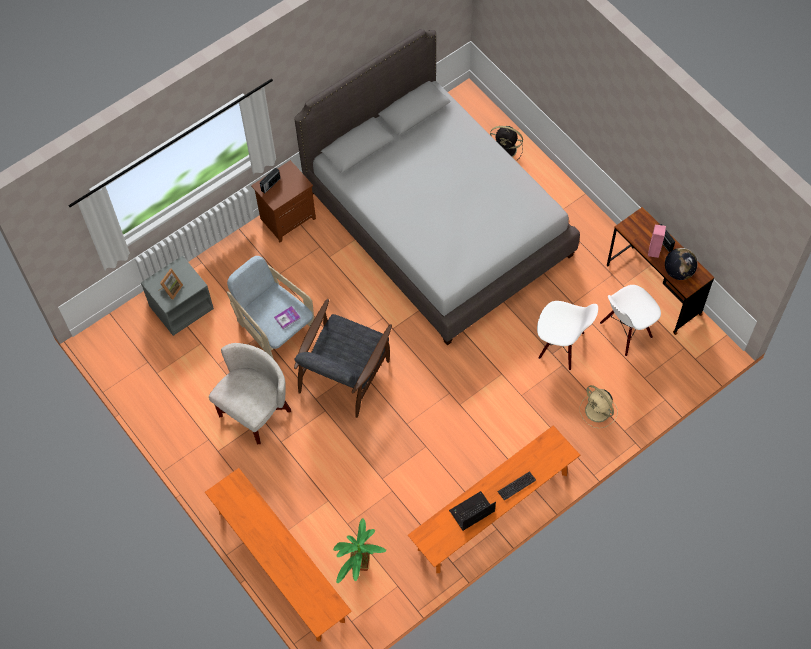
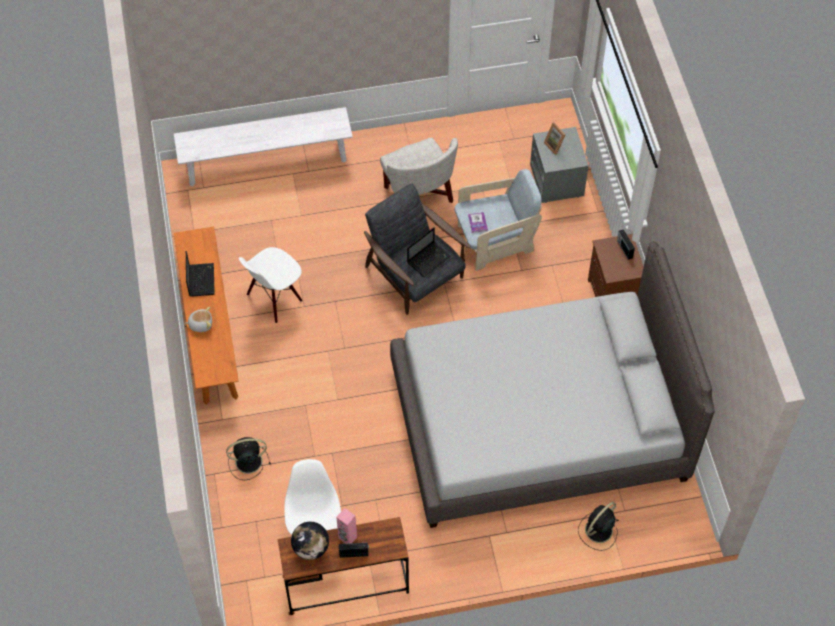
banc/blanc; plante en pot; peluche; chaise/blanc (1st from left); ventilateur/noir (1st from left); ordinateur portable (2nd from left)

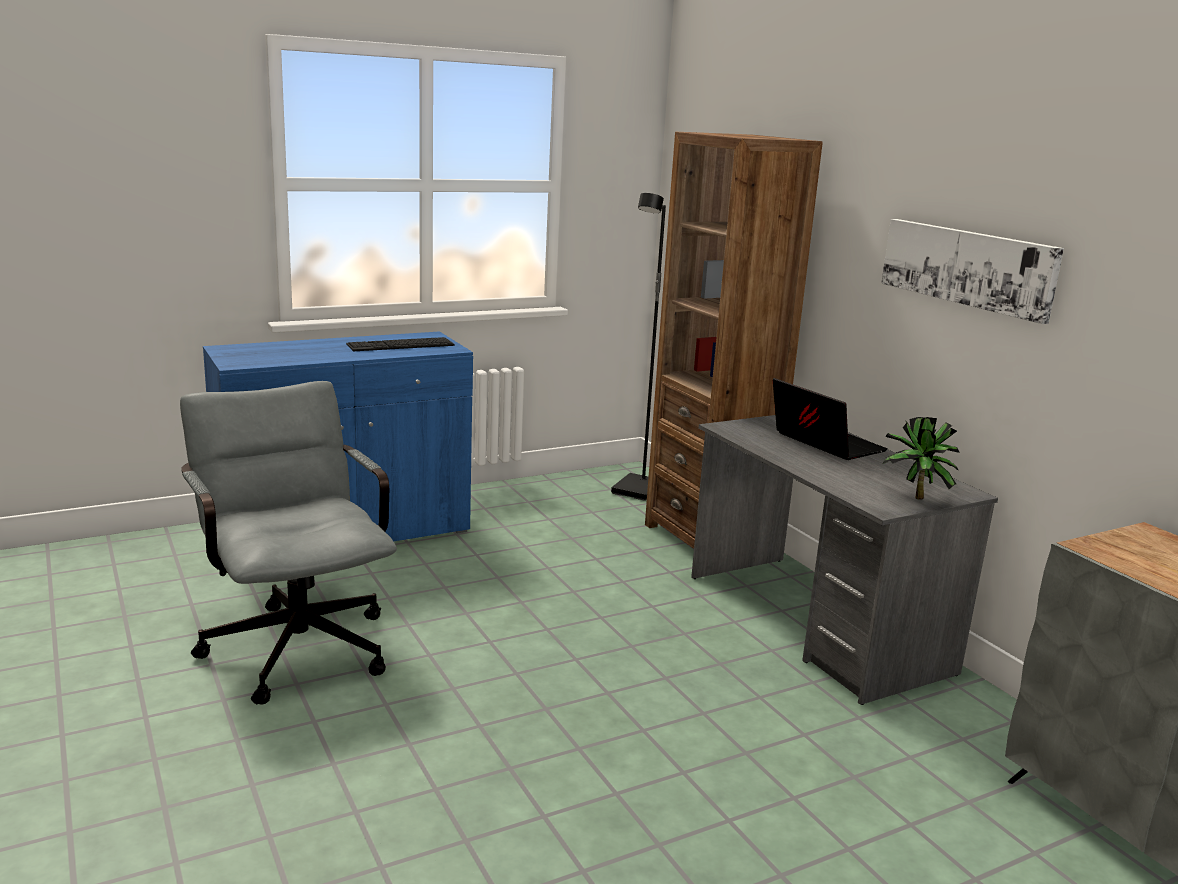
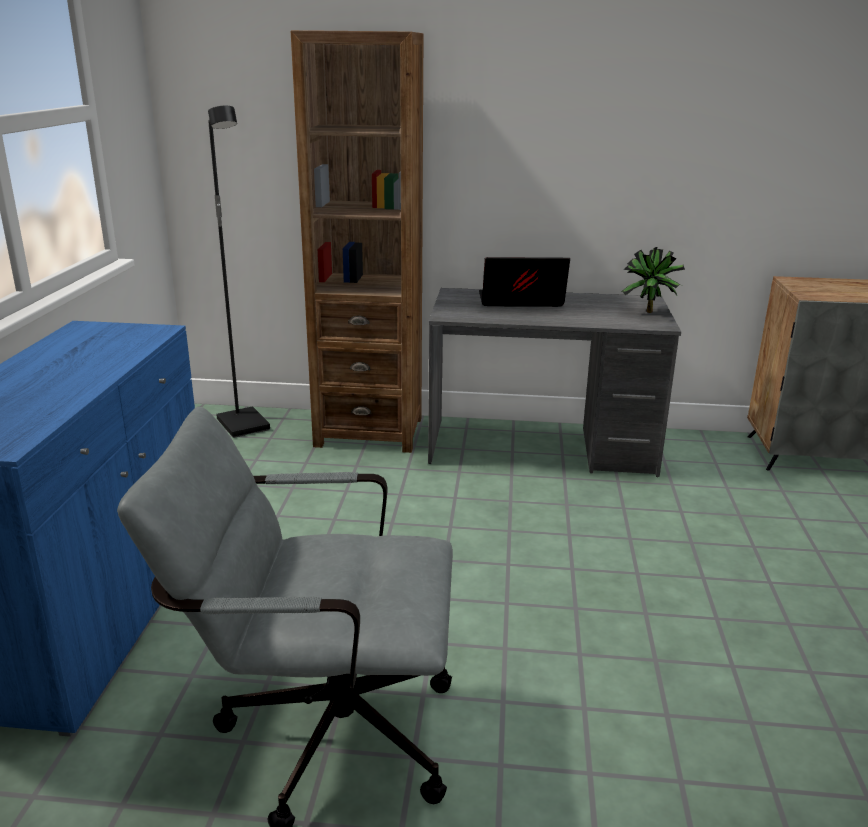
clavier; tableau

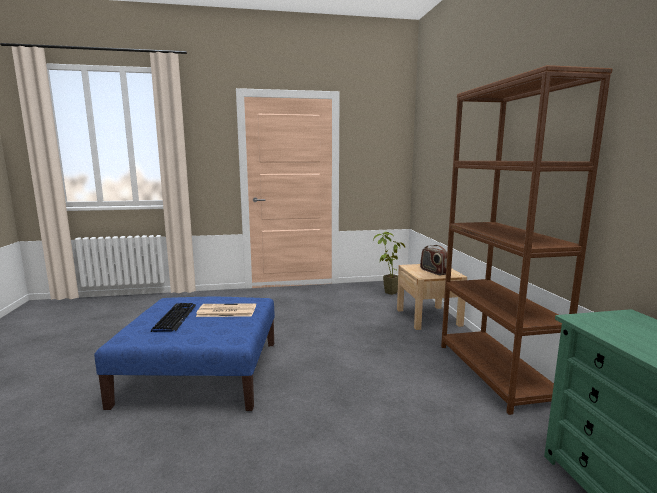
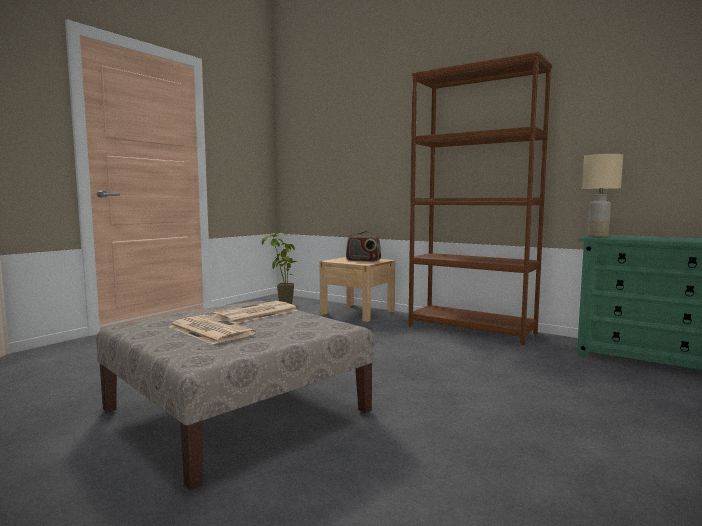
pouf/beige; journal (1st from left); lampe de table/beige

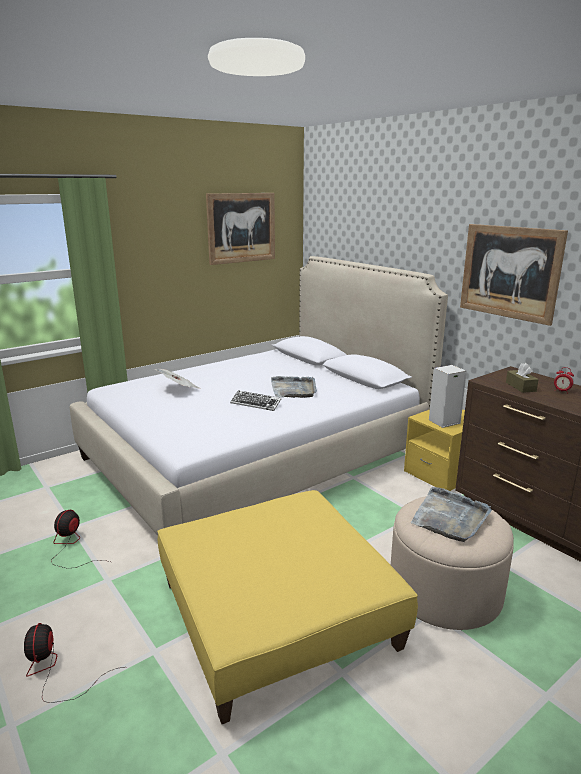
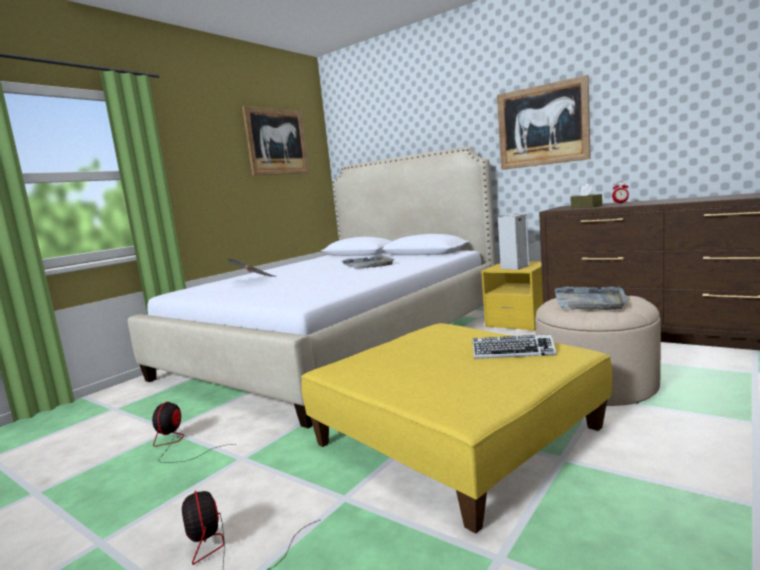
clavier

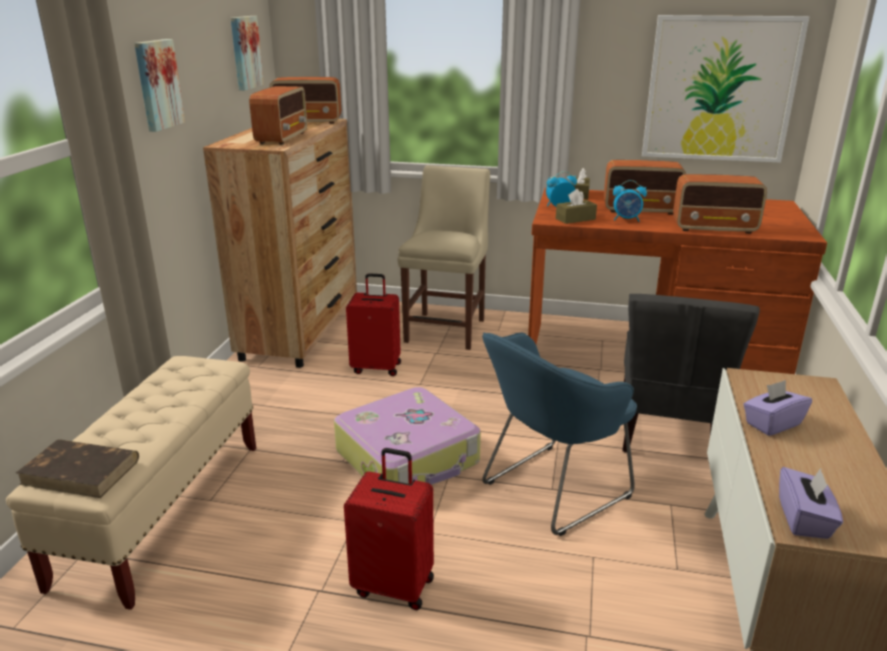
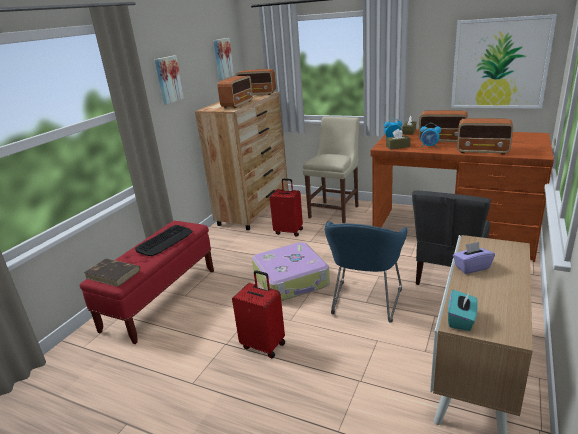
banc/rouge; fauteuil/bleu; boîte à mouchoirs/turquoise; clavier

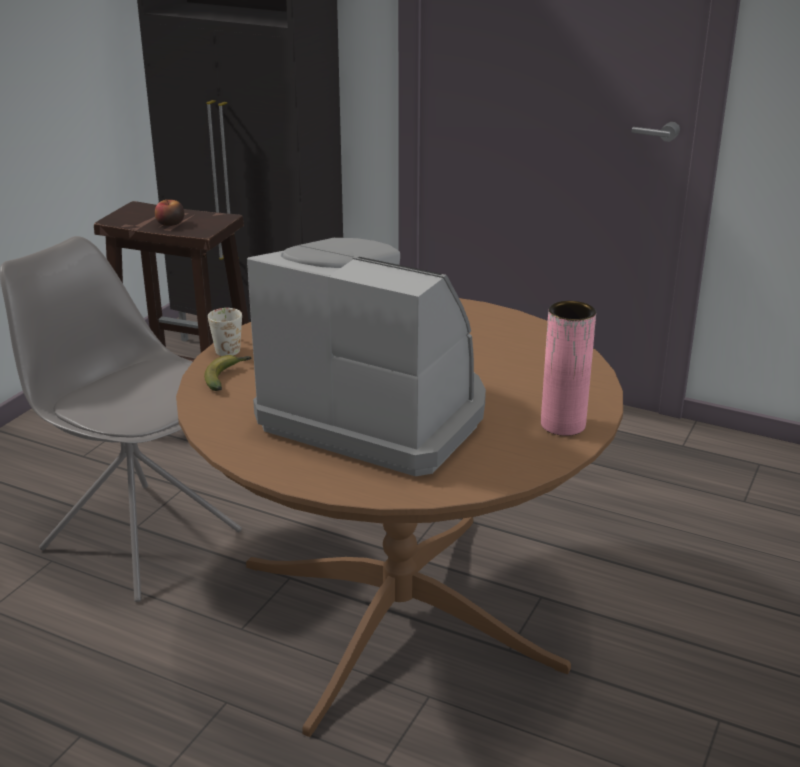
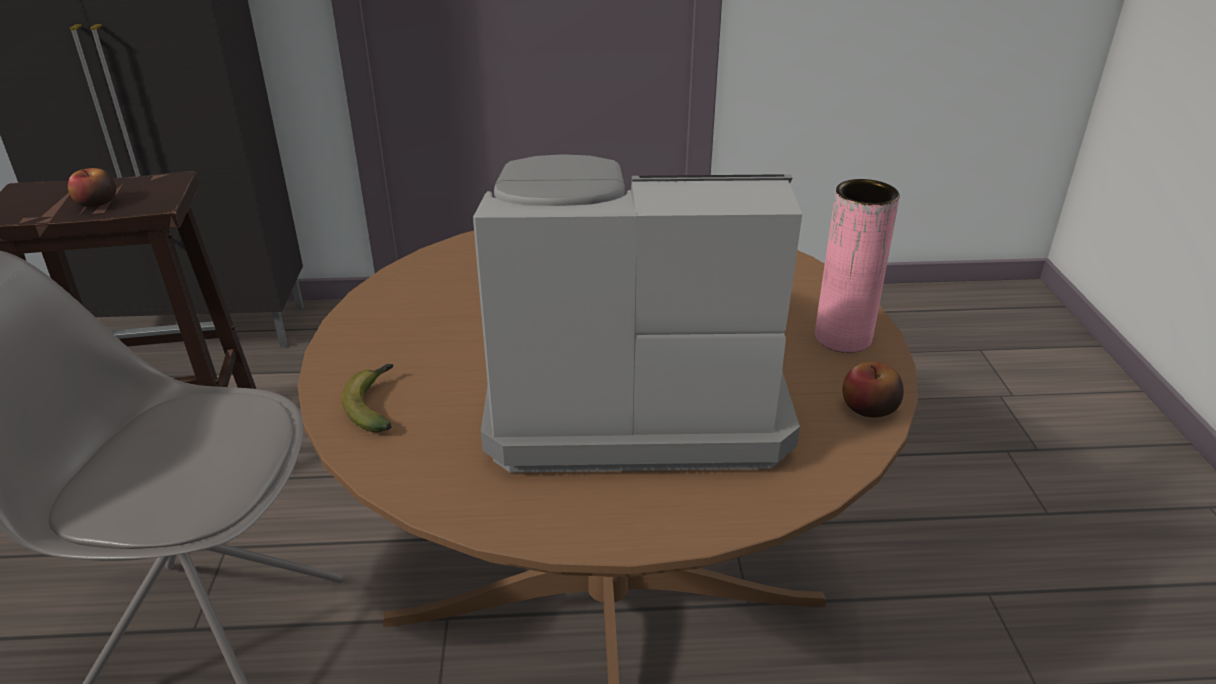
mug/blanc; pomme (2nd from left)

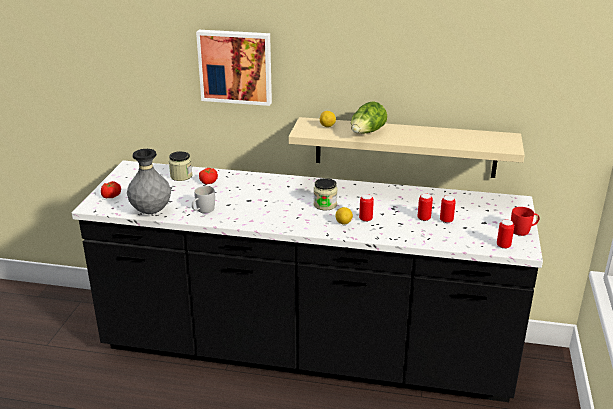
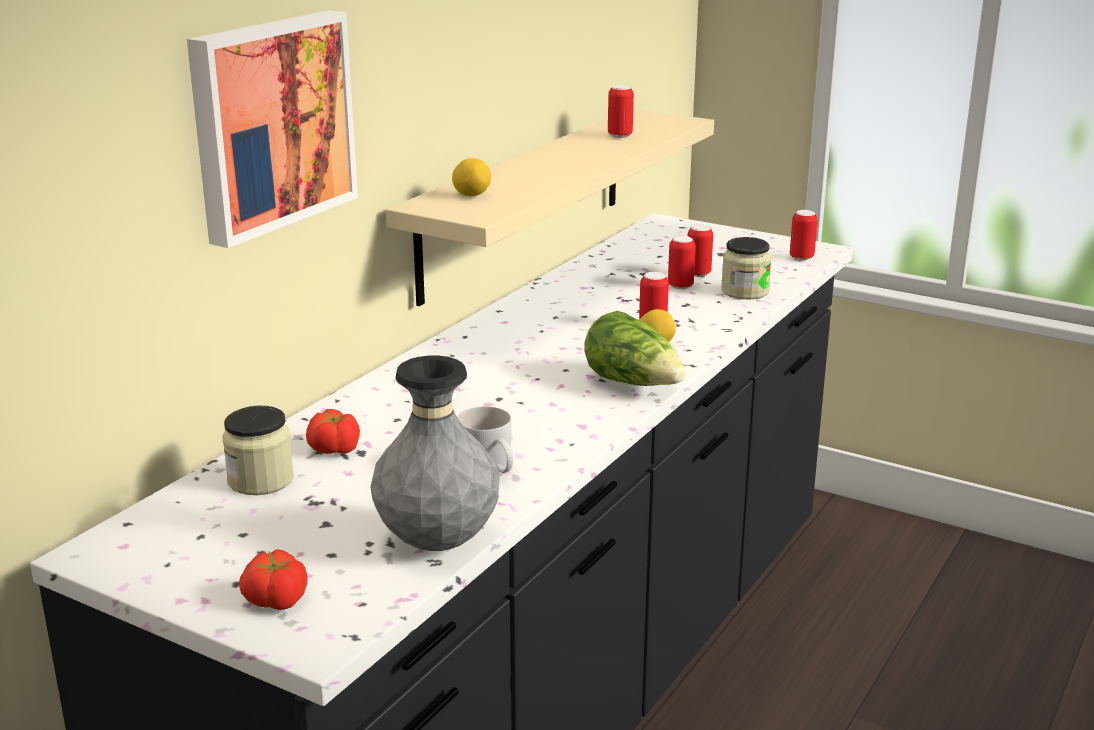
bocal (2nd from left); laitue; mug/rouge; boîte métallique (1st from left)

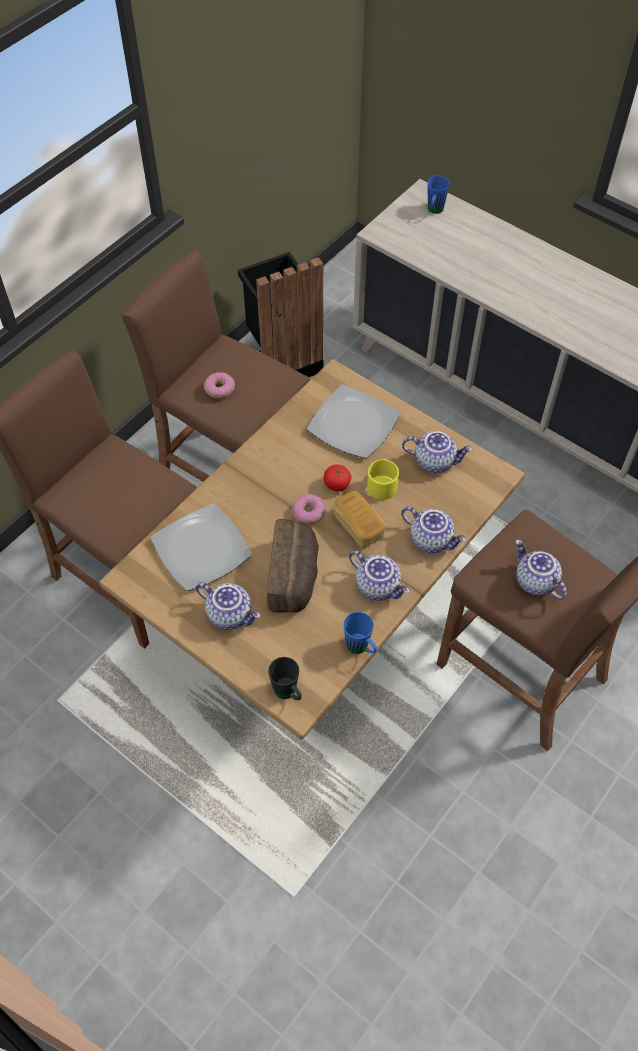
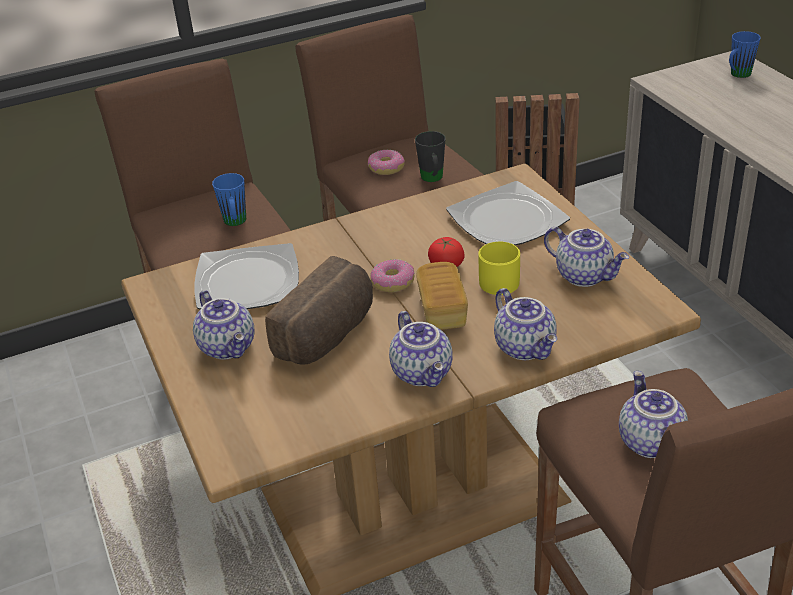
mug/noir; mug/bleu (1st from left)

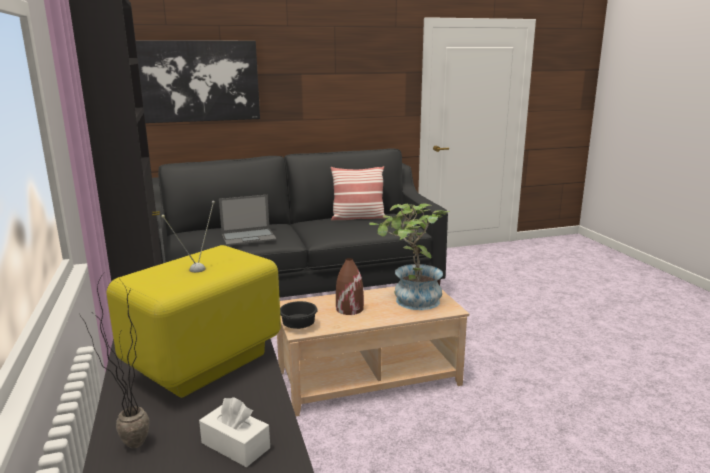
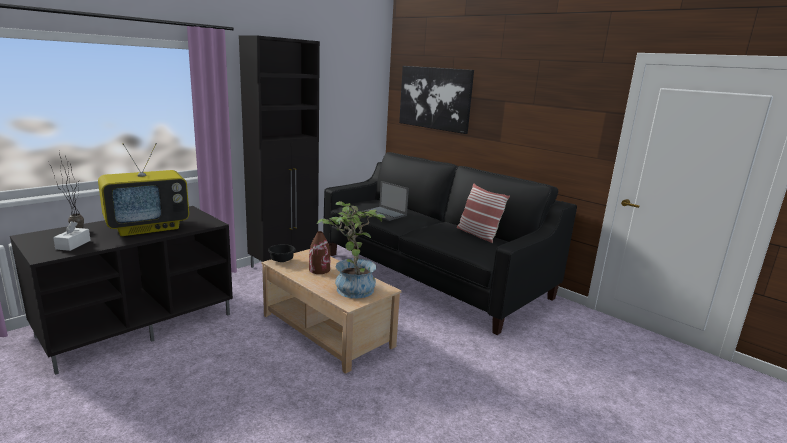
téléviseur

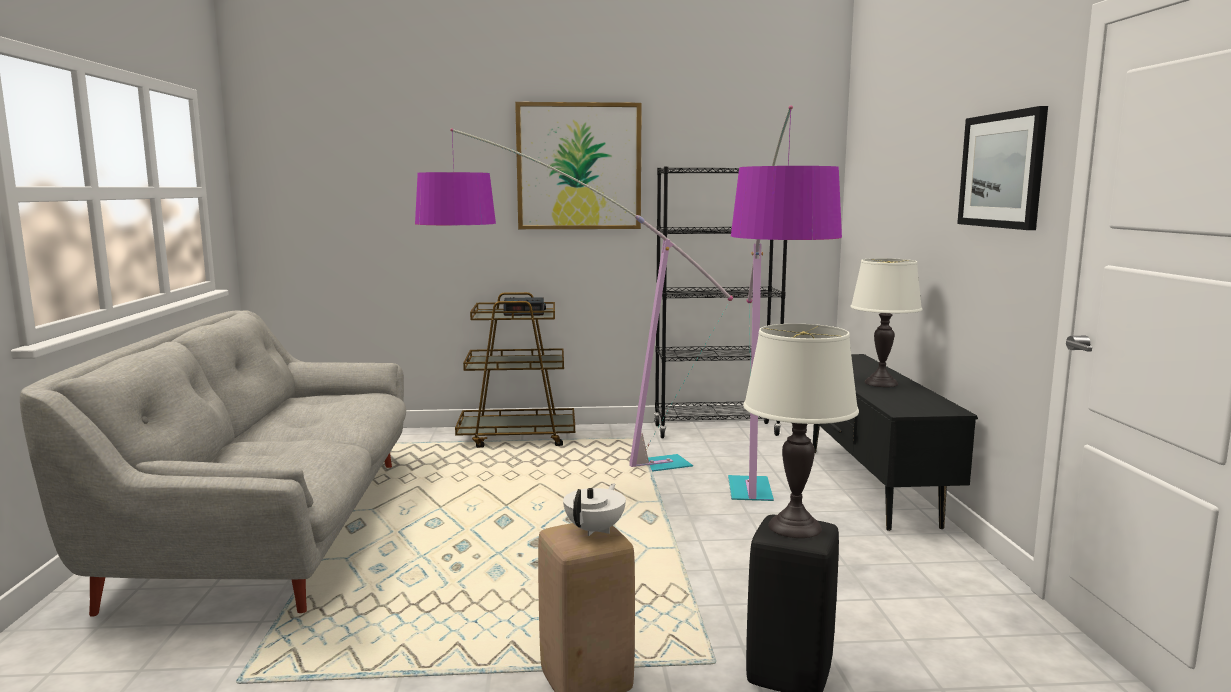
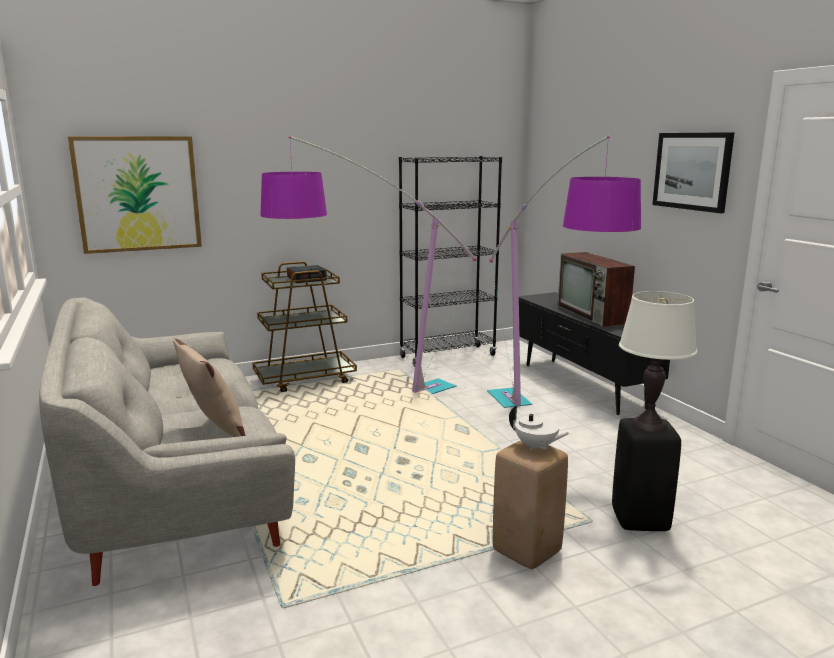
tableau (1st from left); théière/blanc; téléviseur; coussin/beige

